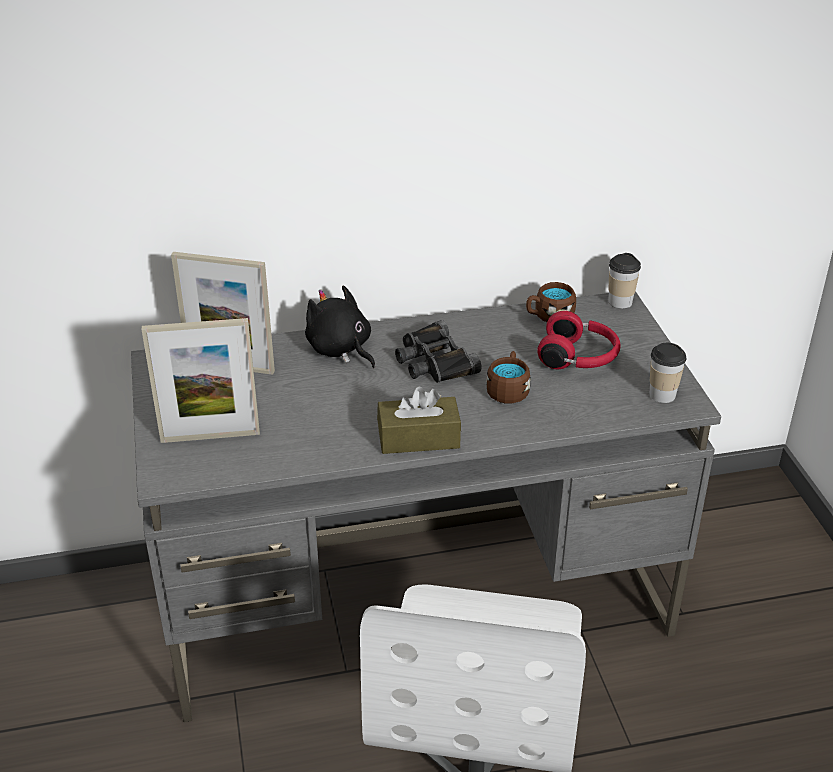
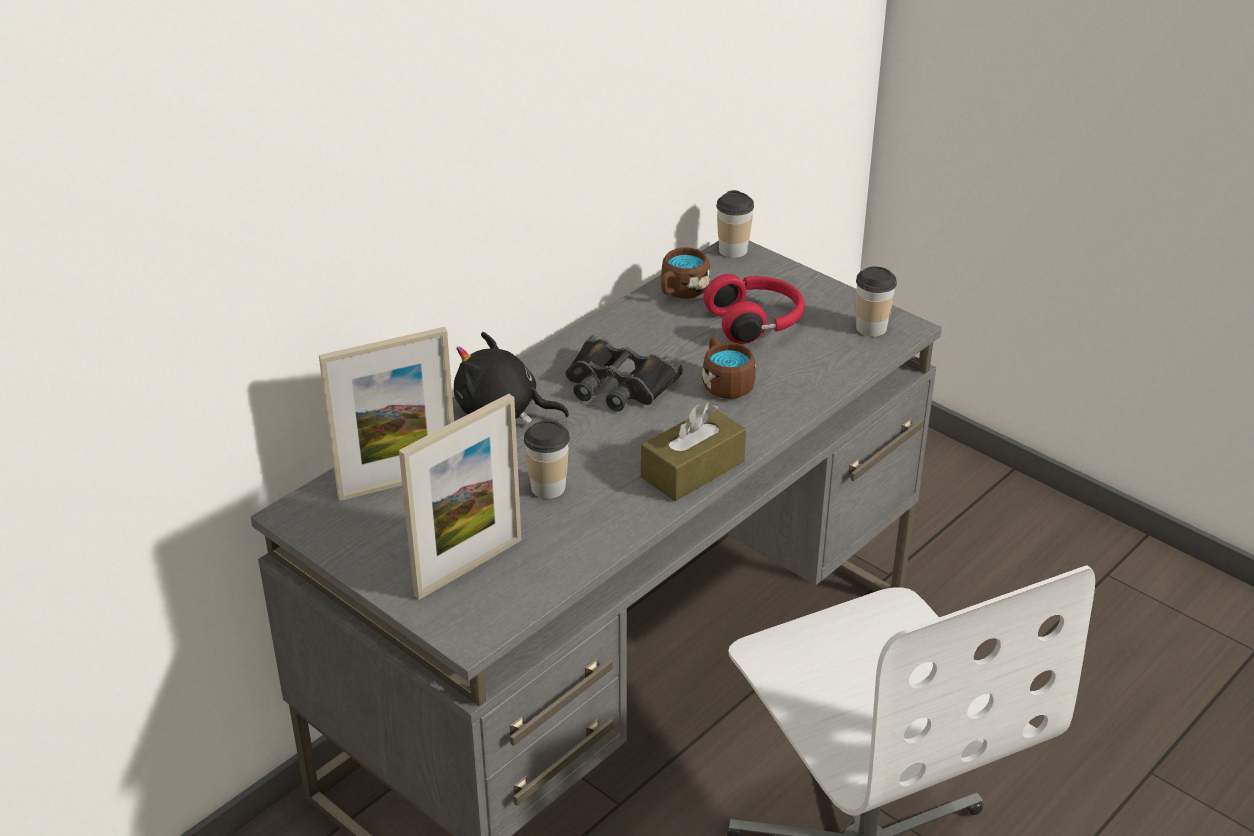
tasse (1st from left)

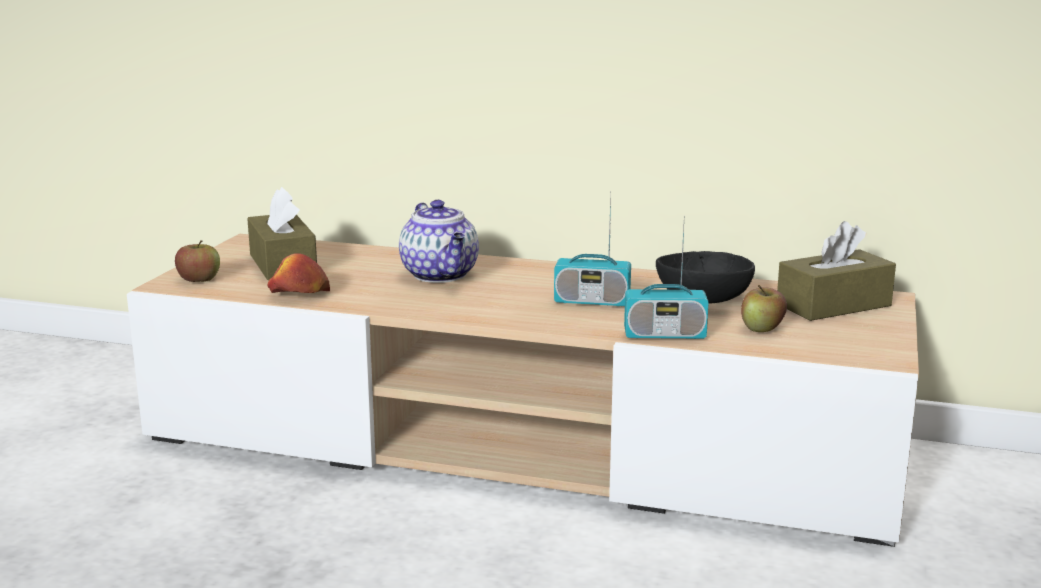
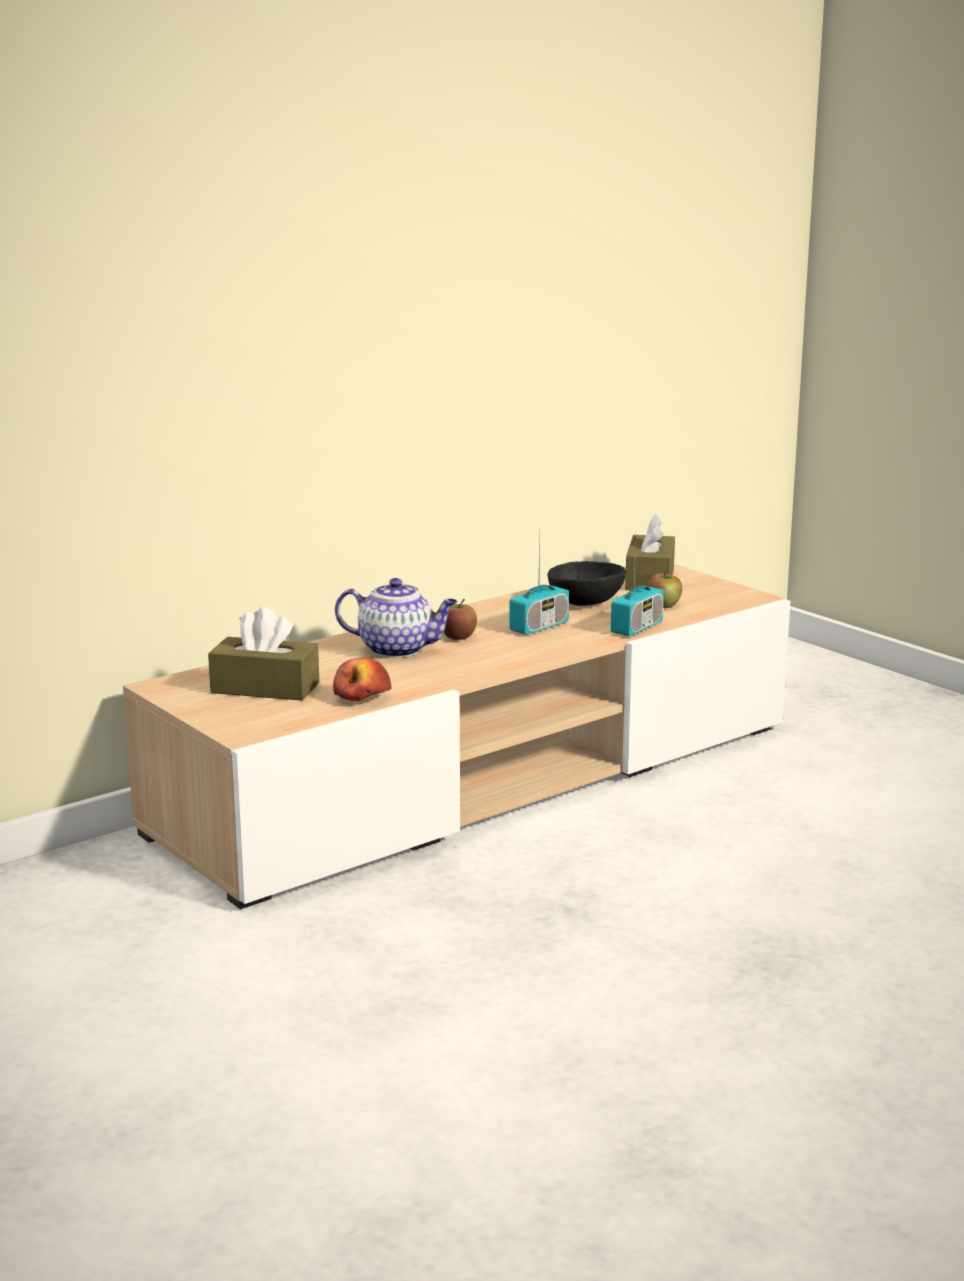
pomme (2nd from left)

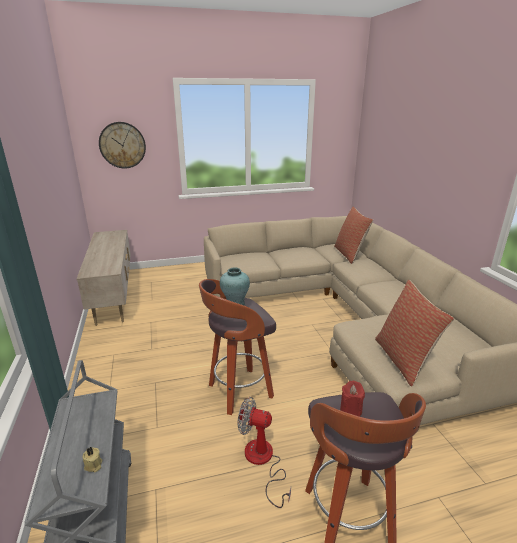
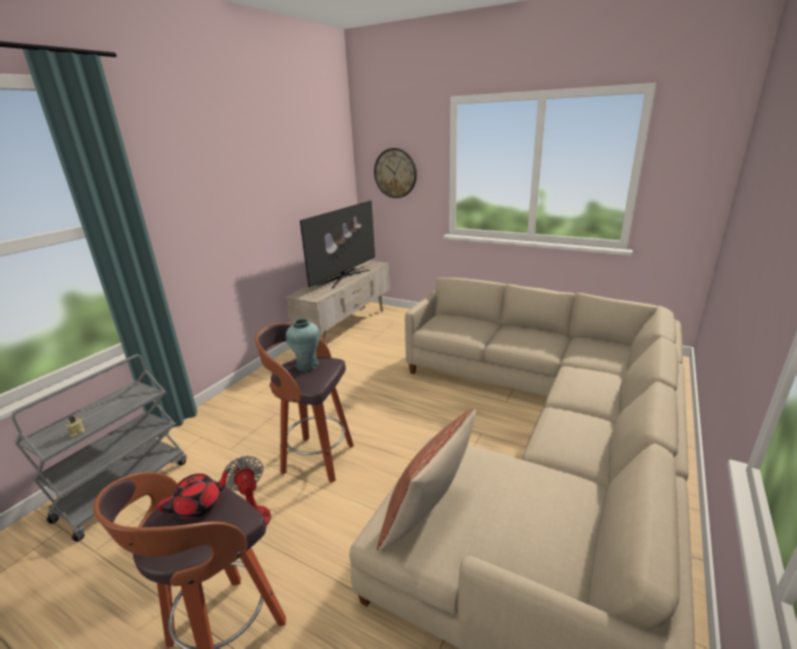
coussin (1st from left in the first image); théière/rouge; téléviseur

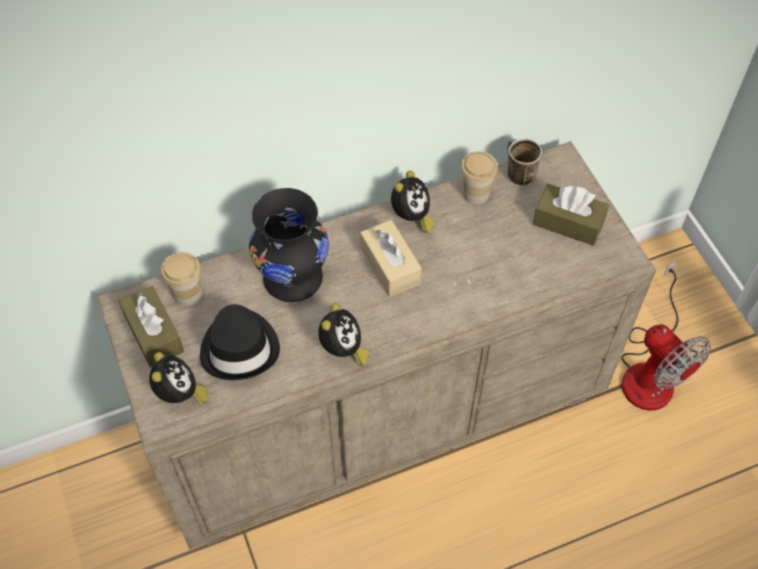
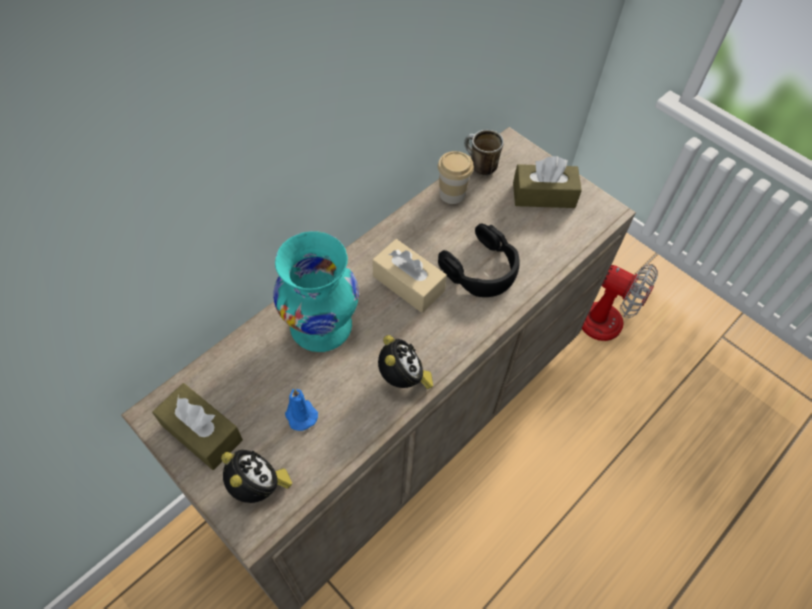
tasse (1st from left in the first image); bougie/bleu; vase/turquoise; réveil (3rd from left in the first image); casque audio/noir

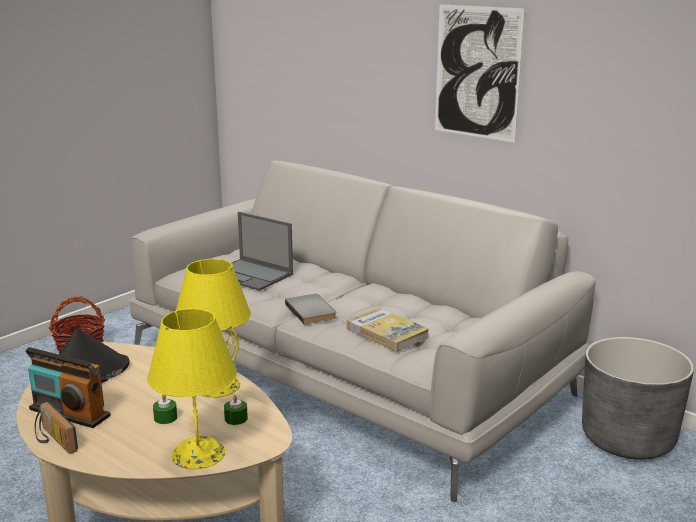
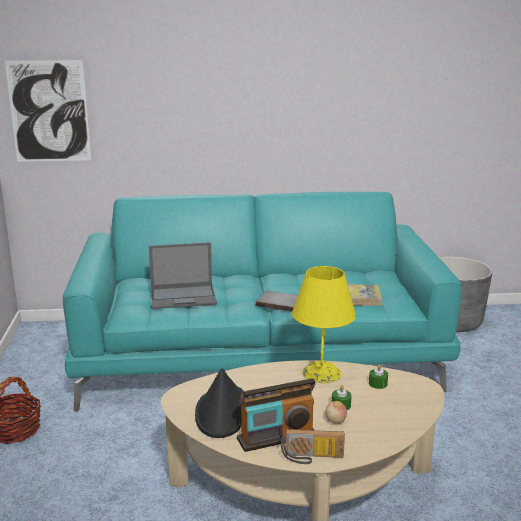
canapé/turquoise; lampe de table/jaune (1st from left in the first image); tableau; pomme

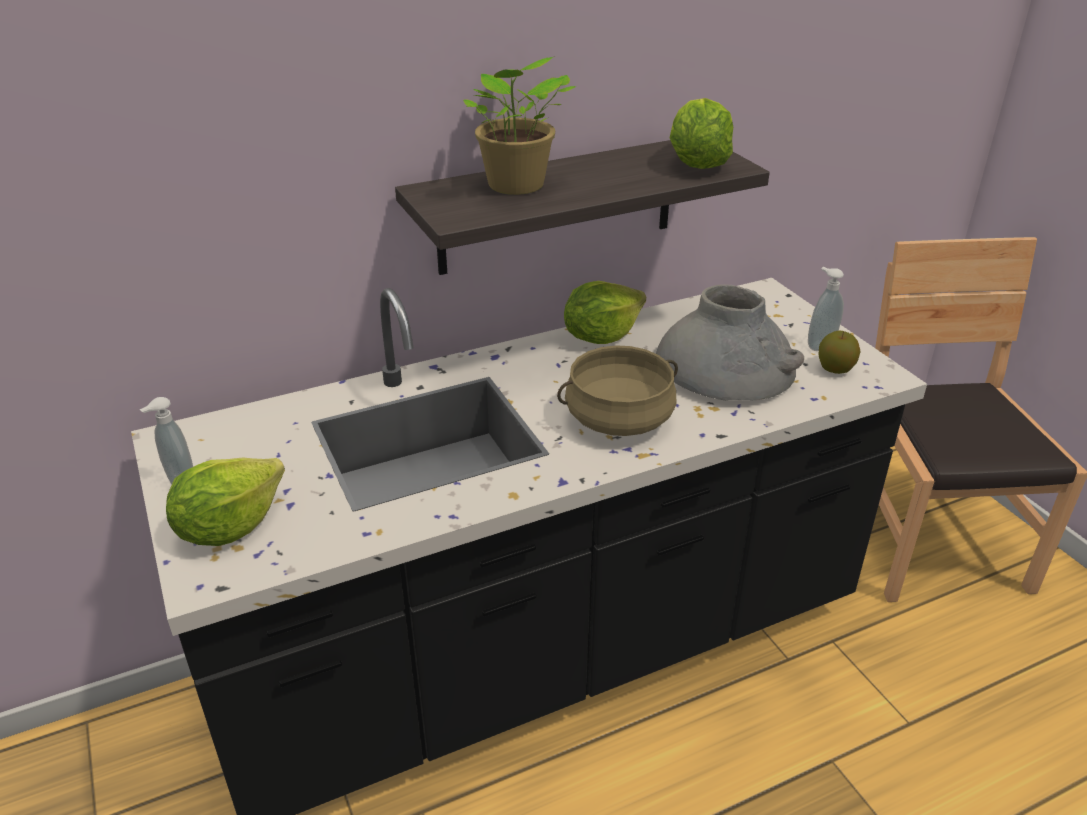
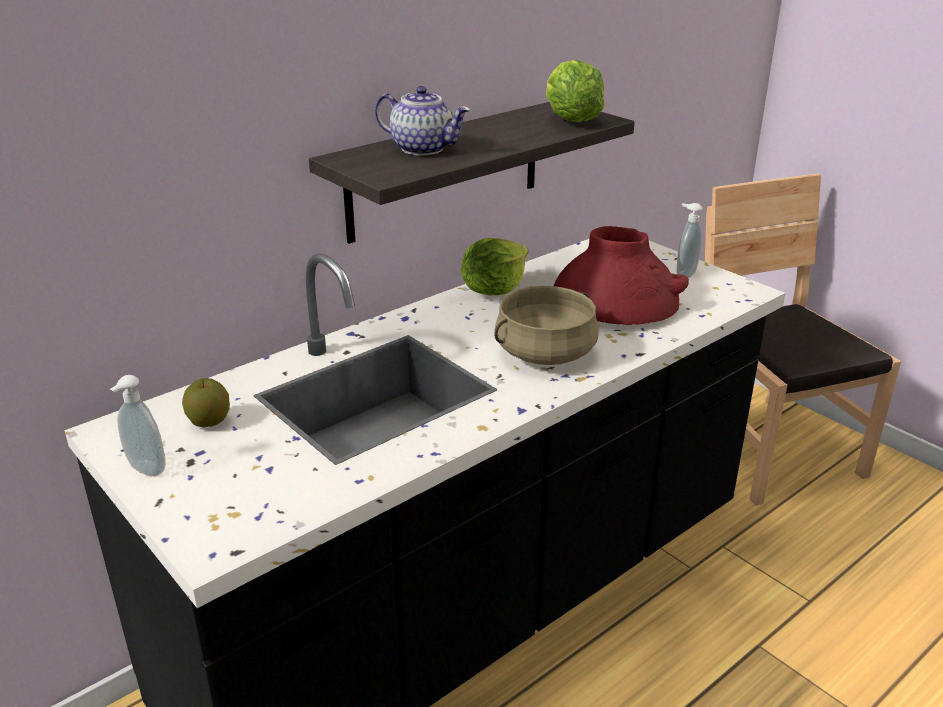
laitue (1st from left in the first image); théière; vase/rouge; pomme

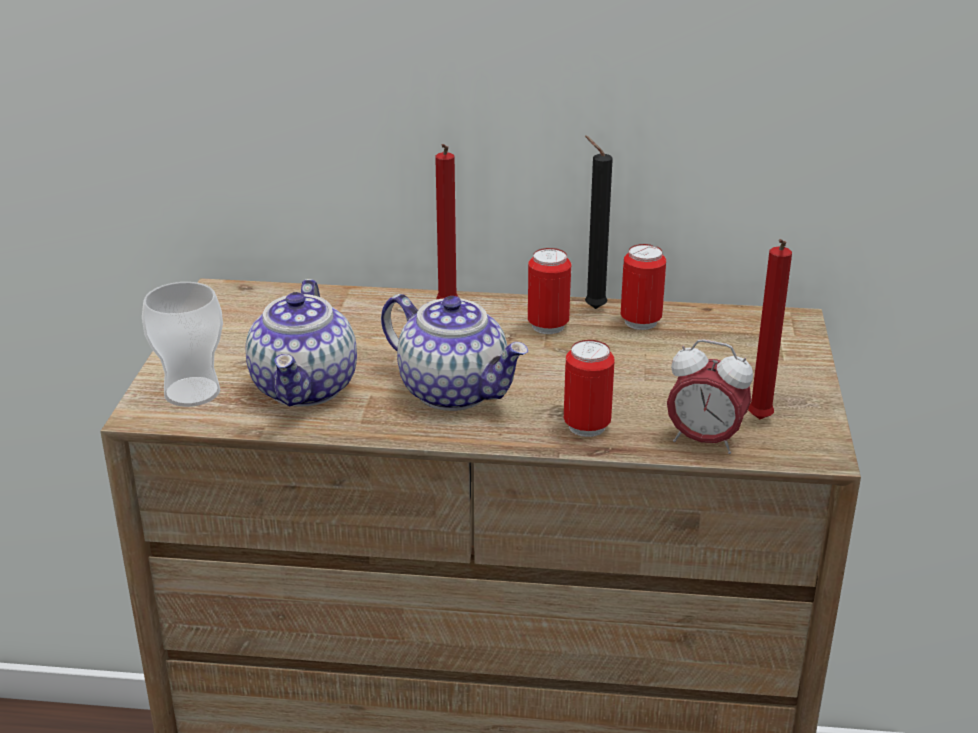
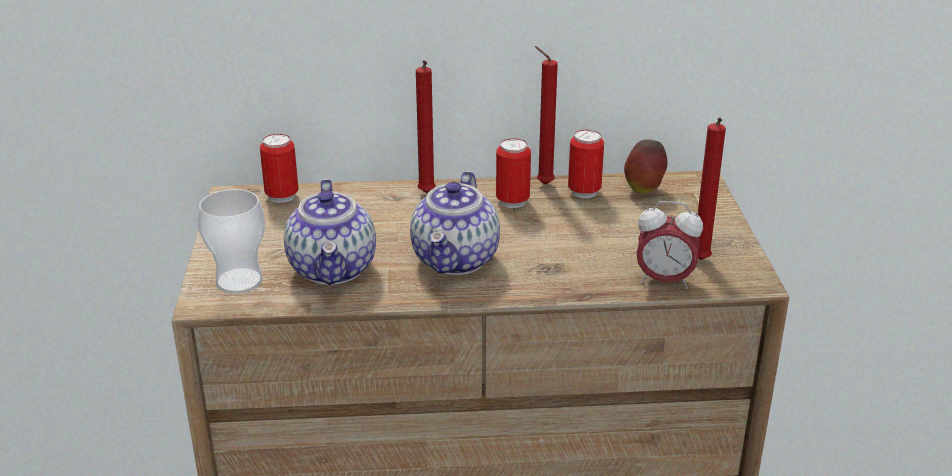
théière (2nd from left); boîte métallique (1st from left); bougie/rouge (2nd from left); pomme

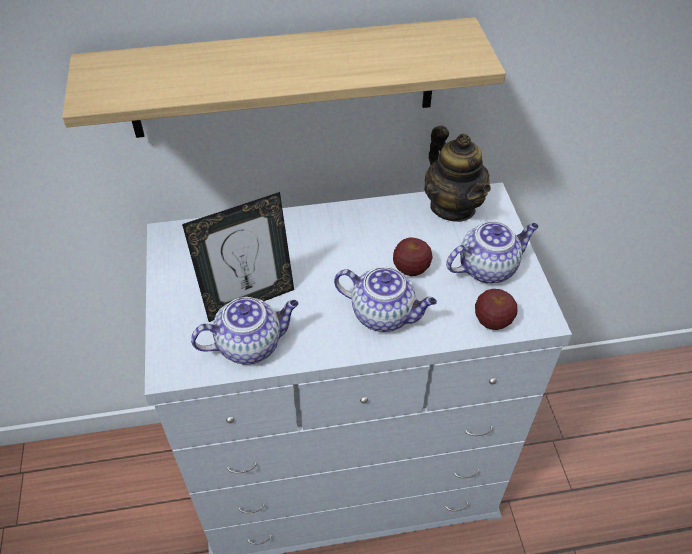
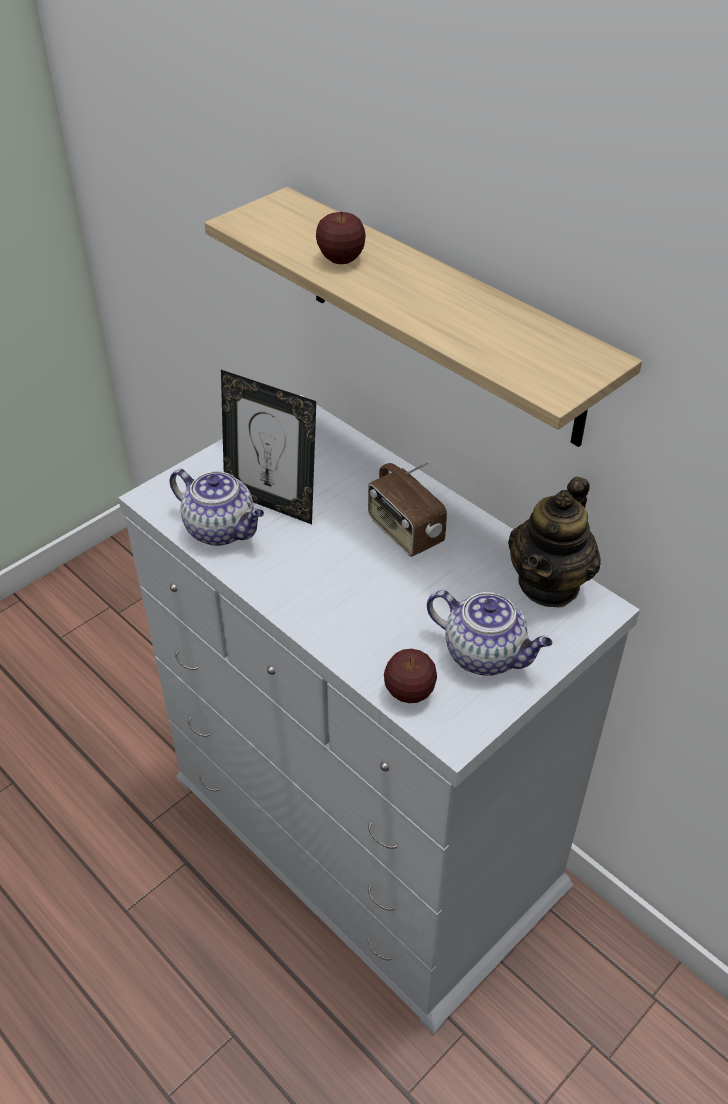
théière (2nd from left in the first image); pomme (1st from left); radio

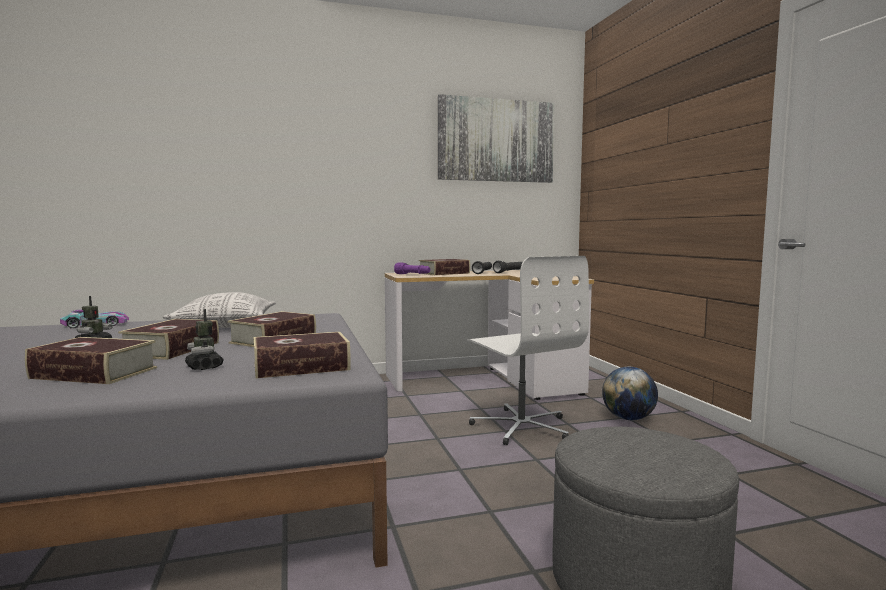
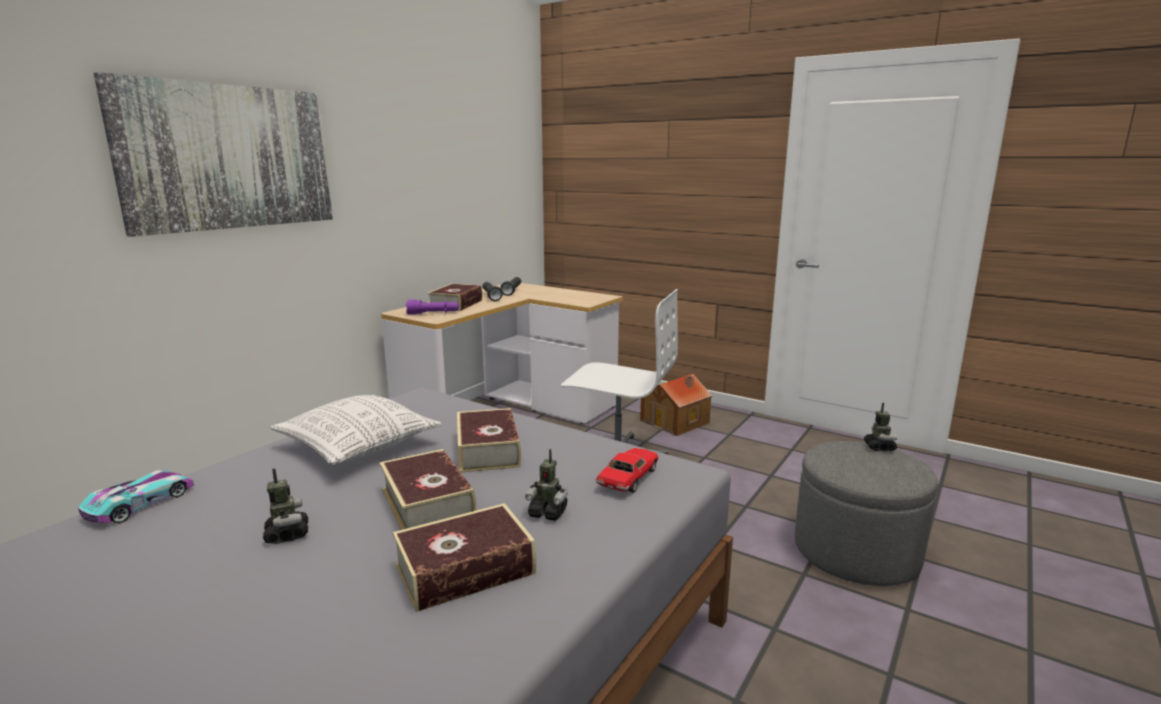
petite voiture (2nd from left); tableau; maison miniature; robot jouet (3rd from left)

